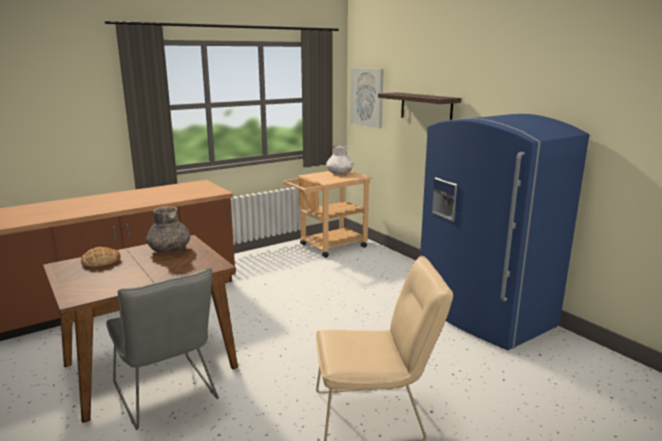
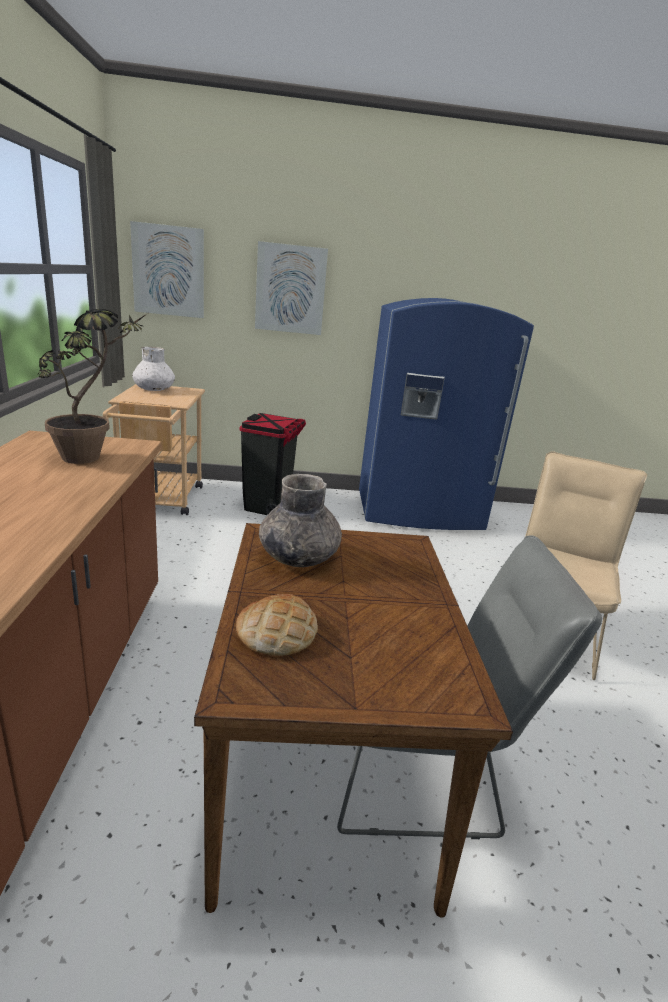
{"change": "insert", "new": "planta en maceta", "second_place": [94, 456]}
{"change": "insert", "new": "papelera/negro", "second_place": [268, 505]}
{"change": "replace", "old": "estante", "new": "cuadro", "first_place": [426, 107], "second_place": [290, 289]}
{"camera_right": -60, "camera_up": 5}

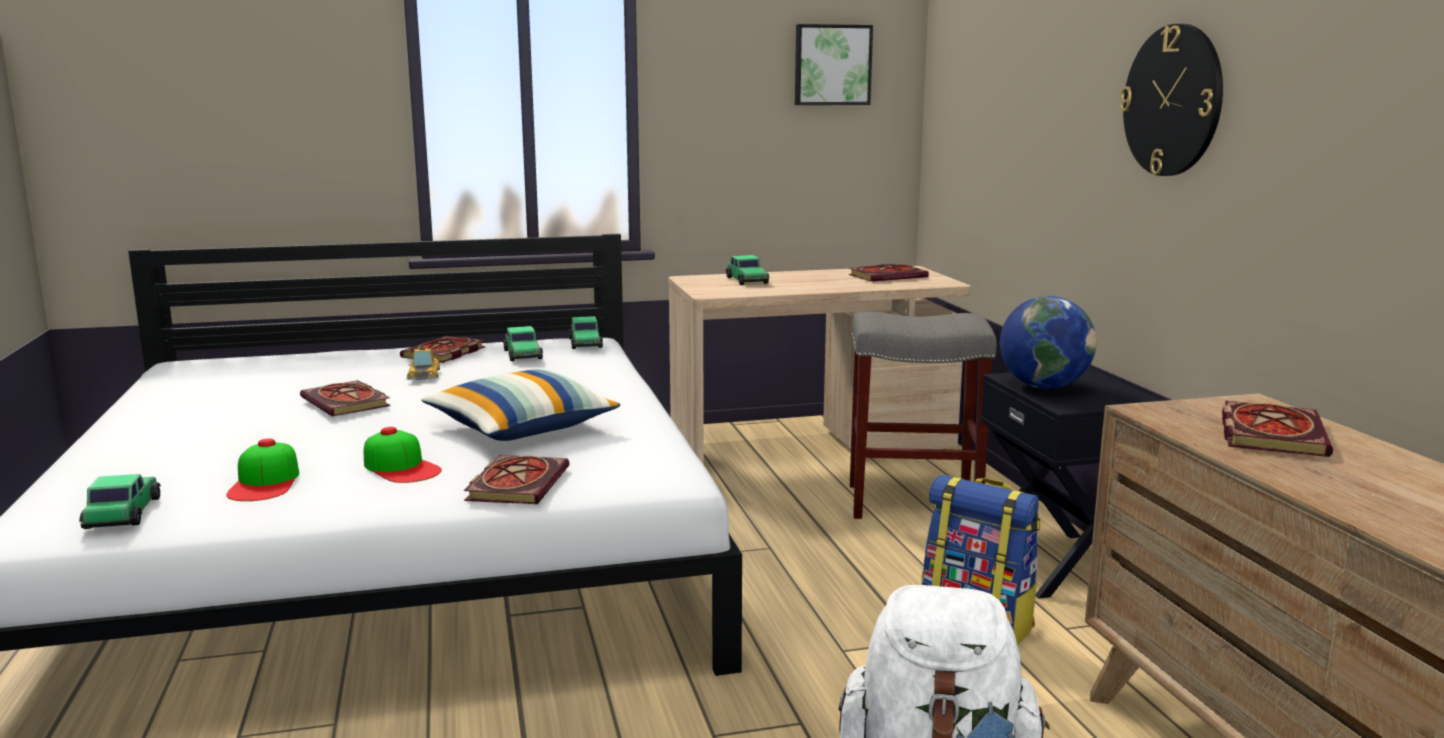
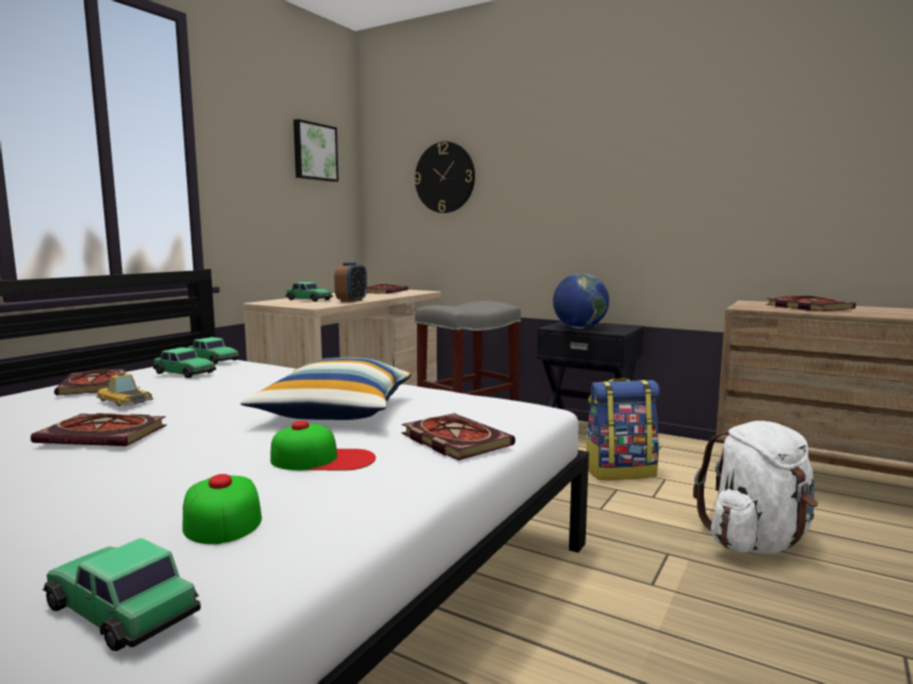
{"change": "insert", "new": "despertador", "second_place": [351, 301]}
{"change": "move", "old": "reloj de pared", "first_place": [1172, 101], "second_place": [445, 177]}
{"change": "rotate", "old": "gorra", "first_place": [265, 482], "second_place": [221, 513], "degrees": -150}
{"camera_right": -45, "camera_up": -5}

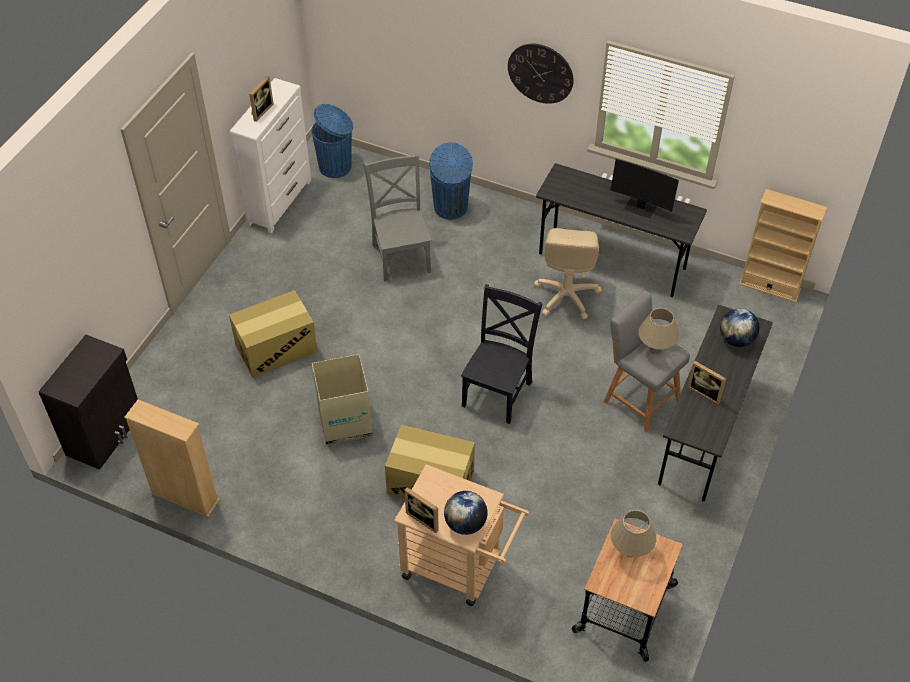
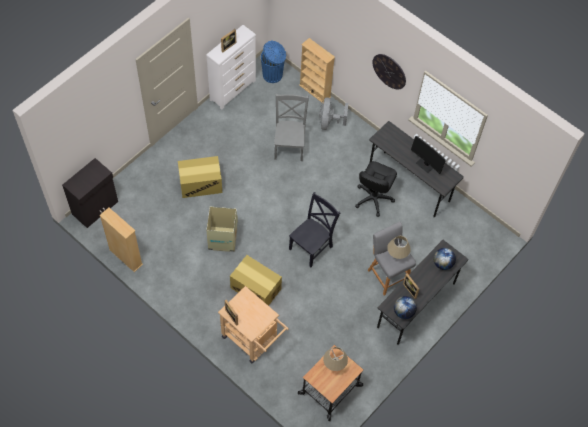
{"change": "move", "old": "globo terráqueo", "first_place": [465, 524], "second_place": [403, 312]}
{"change": "move", "old": "estantería/beis", "first_place": [769, 286], "second_place": [315, 91]}
{"change": "replace", "old": "papelera/azul", "new": "ventilador/gris", "first_place": [451, 208], "second_place": [329, 122]}
{"change": "recolor", "old": "silla de oficina/beis", "new": "silla de oficina/negro", "first_place": [566, 296], "second_place": [373, 198]}
{"camera_right": 15, "camera_up": 10}

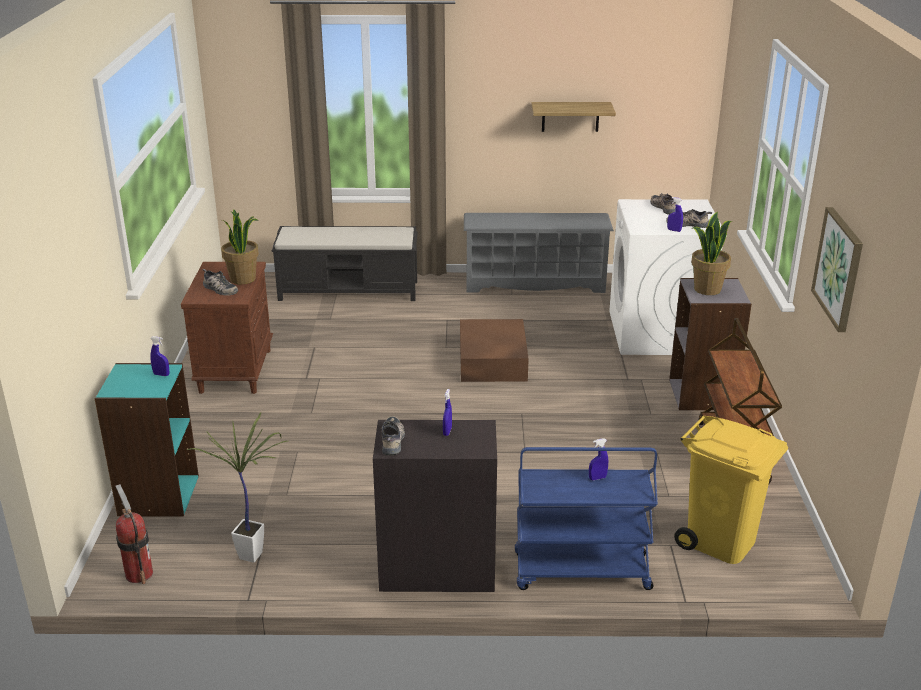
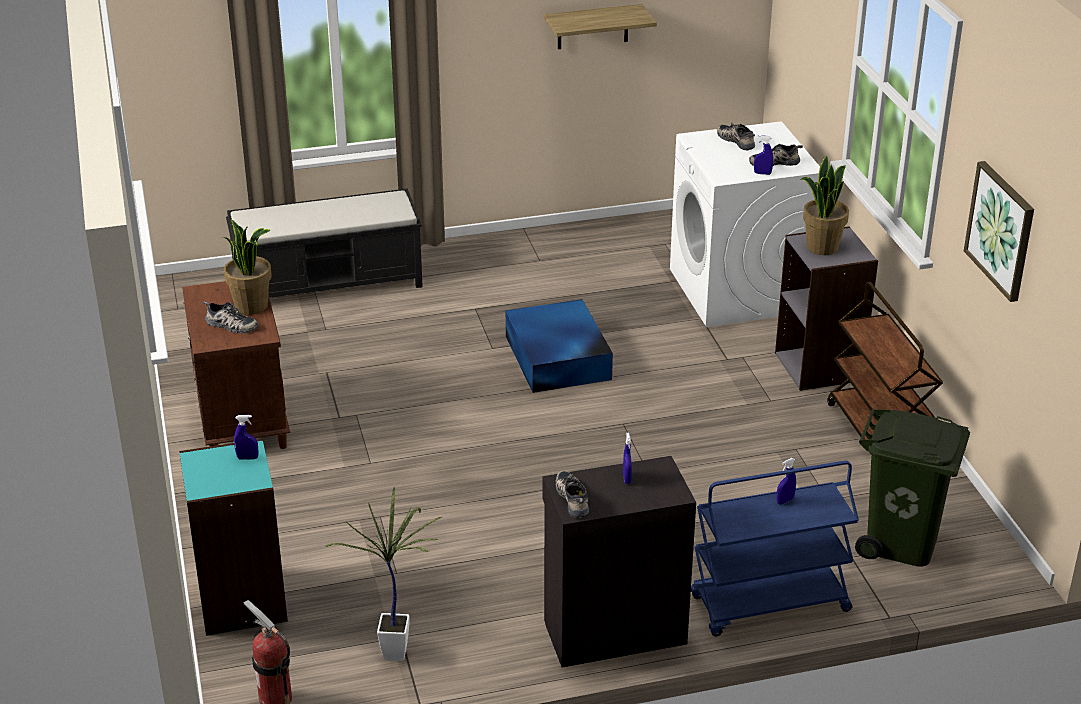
{"change": "delete", "old": "zapatero/gris", "first_place": [535, 283]}
{"change": "recolor", "old": "caja de almacenaje/marrón", "new": "caja de almacenaje/azul", "first_place": [492, 361], "second_place": [557, 359]}
{"change": "recolor", "old": "papelera/amarillo", "new": "papelera/verde", "first_place": [720, 542], "second_place": [901, 544]}
{"camera_right": -15, "camera_up": 5}

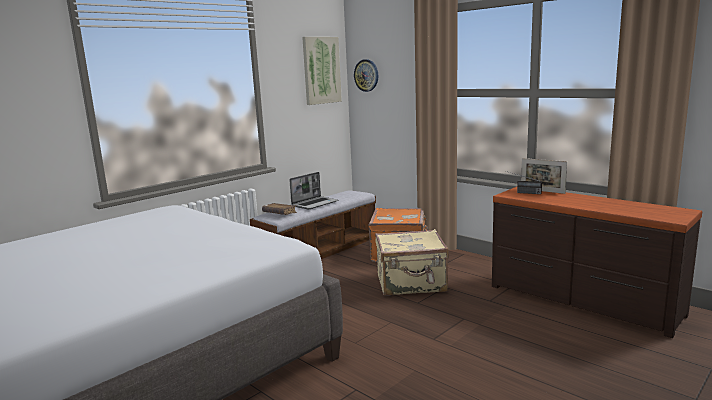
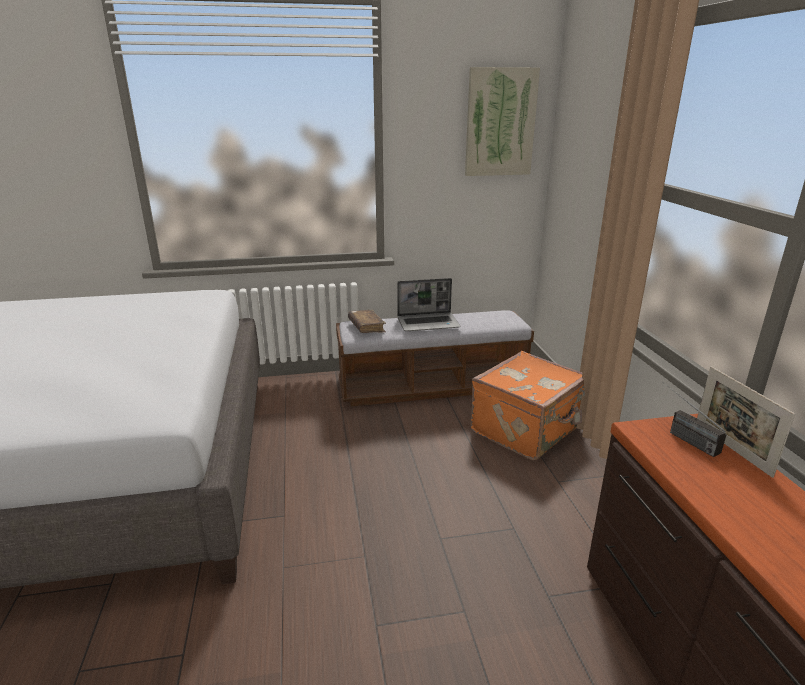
{"change": "delete", "old": "reloj de pared", "first_place": [366, 75]}
{"change": "delete", "old": "maleta/beis", "first_place": [411, 284]}
{"camera_right": 35, "camera_up": 10}

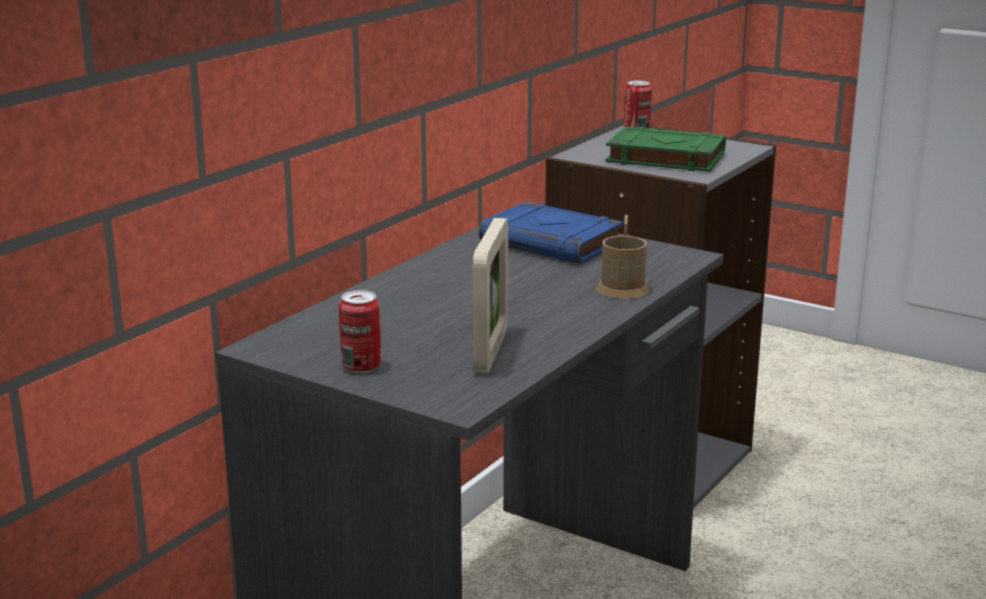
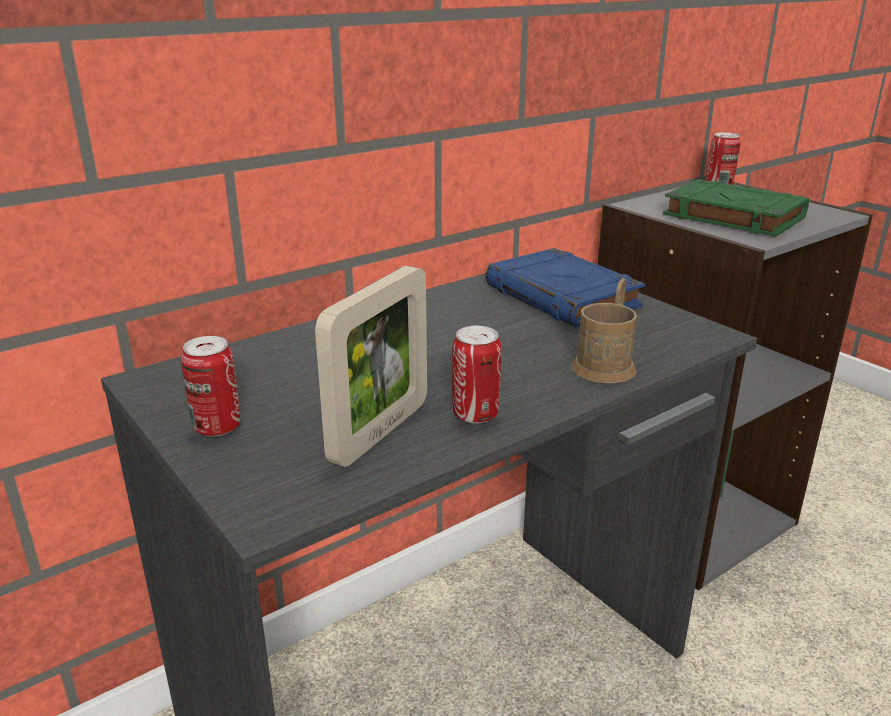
{"change": "insert", "new": "lata", "second_place": [475, 415]}
{"camera_right": 20, "camera_up": 5}

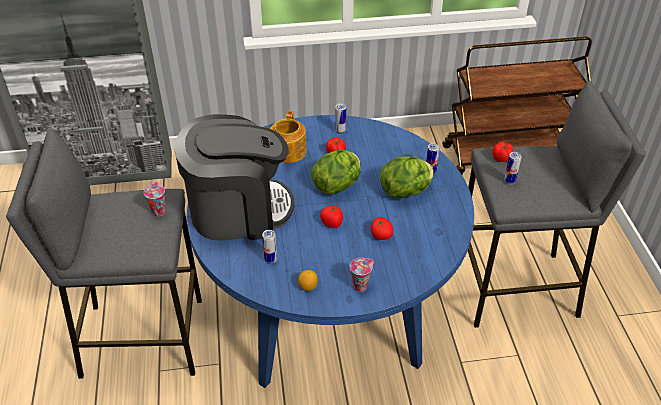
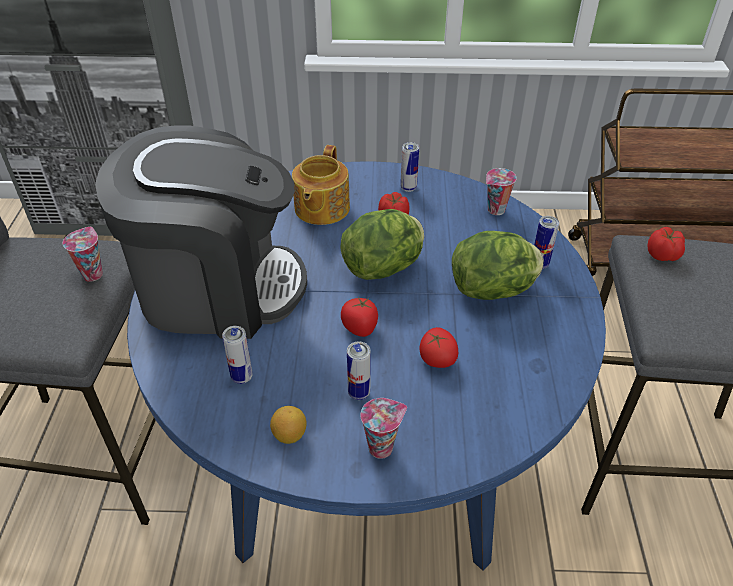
{"change": "insert", "new": "taza", "second_place": [495, 210]}
{"change": "move", "old": "lata", "first_place": [509, 181], "second_place": [359, 393]}
{"camera_right": 10, "camera_up": 0}

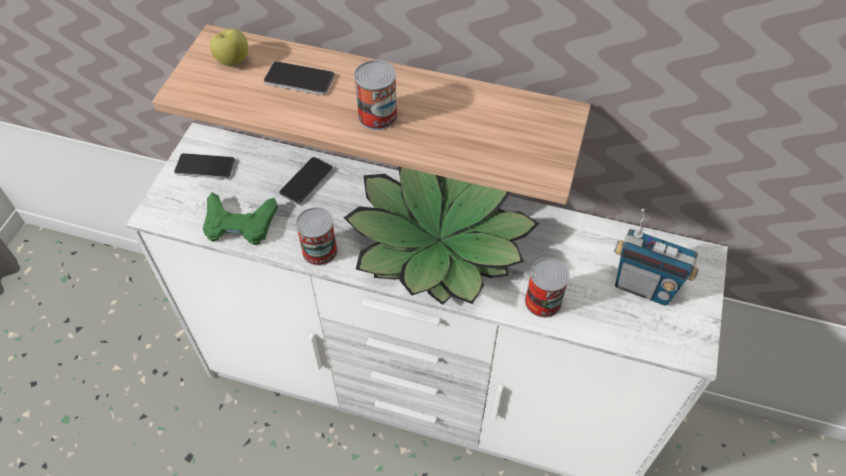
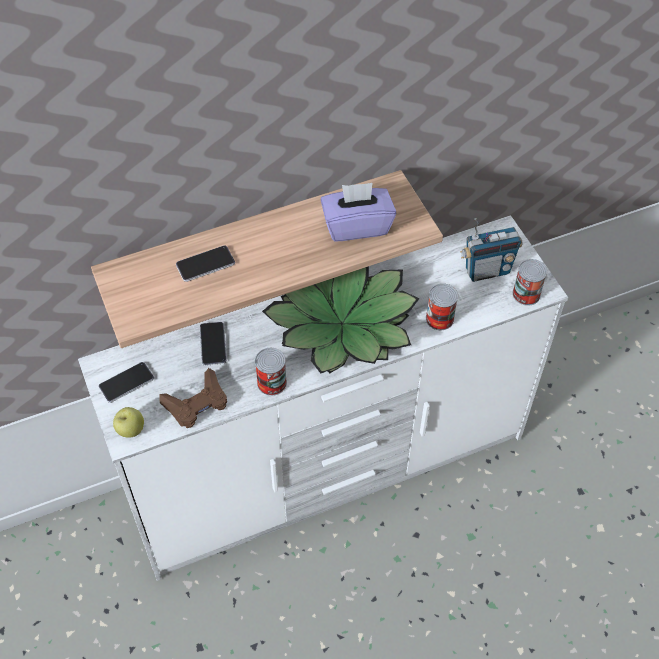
{"change": "insert", "new": "caja de pañuelos/morado", "second_place": [356, 226]}
{"change": "move", "old": "manzana", "first_place": [233, 61], "second_place": [130, 430]}
{"change": "move", "old": "lata", "first_place": [377, 115], "second_place": [526, 294]}
{"change": "recolor", "old": "mando de consola/verde", "new": "mando de consola/marrón", "first_place": [239, 224], "second_place": [196, 403]}
{"camera_right": -40, "camera_up": 0}

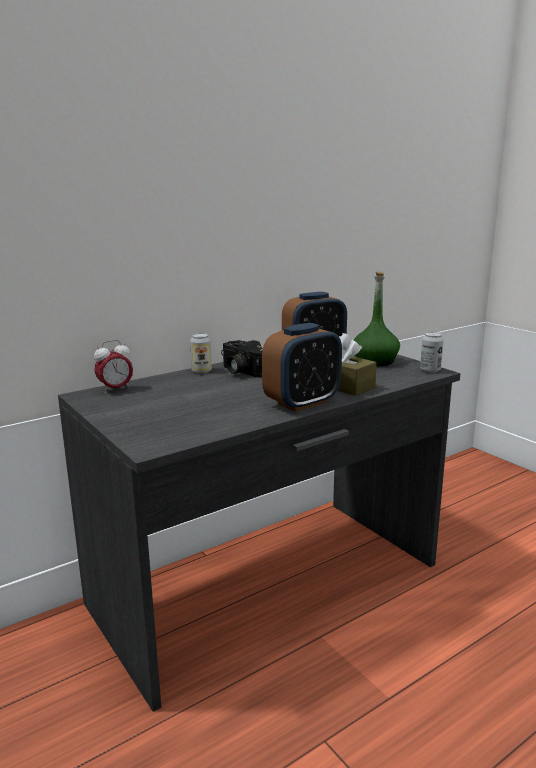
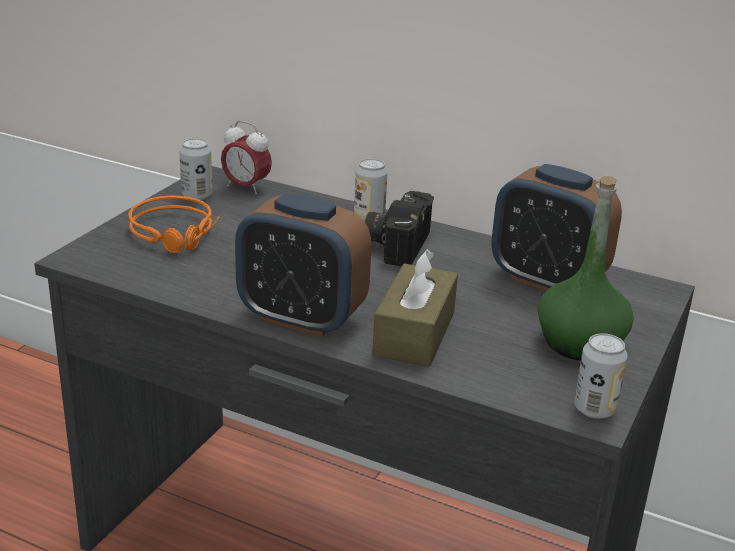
{"change": "insert", "new": "auriculares/naranja", "second_place": [176, 233]}
{"change": "insert", "new": "lata", "second_place": [197, 195]}
{"camera_right": 60, "camera_up": 10}

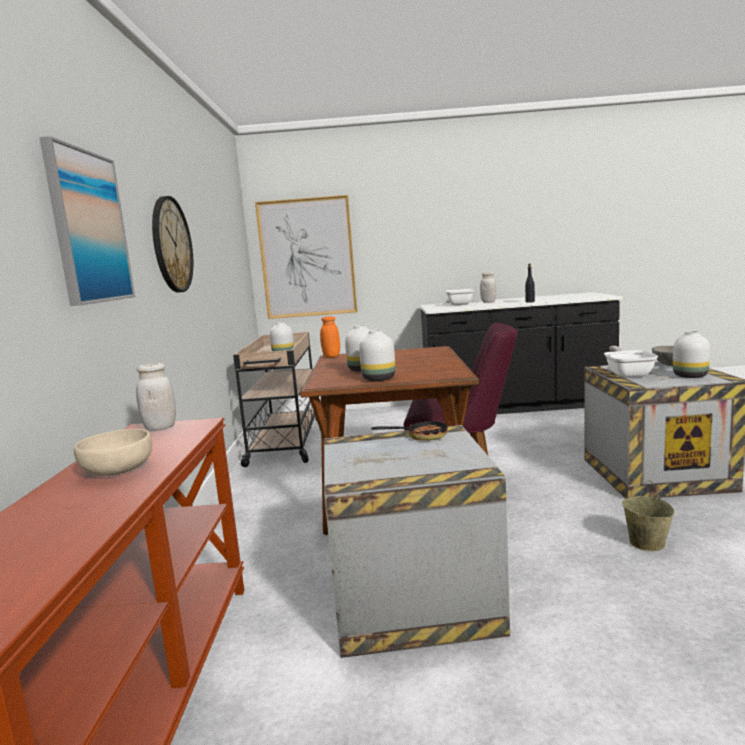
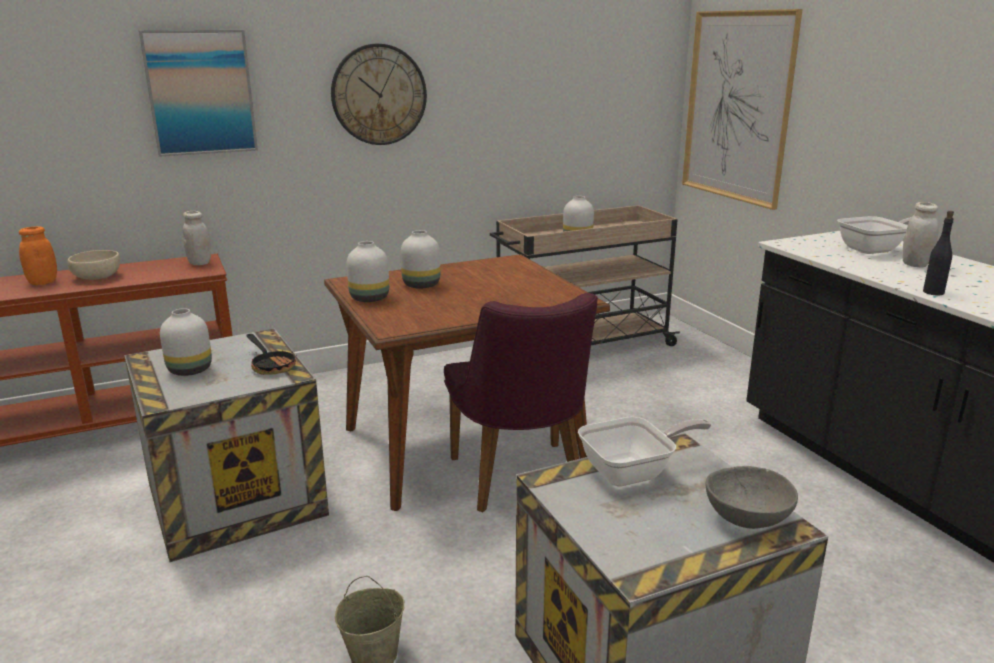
{"change": "move", "old": "tarro/naranja", "first_place": [331, 356], "second_place": [43, 282]}
{"change": "move", "old": "florero/blanco", "first_place": [690, 376], "second_place": [189, 370]}
{"camera_right": 65, "camera_up": 10}

